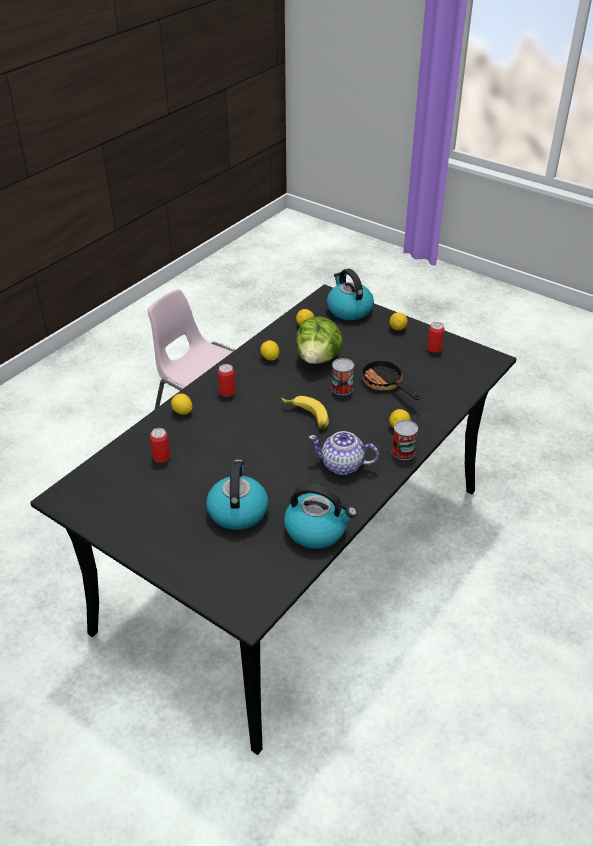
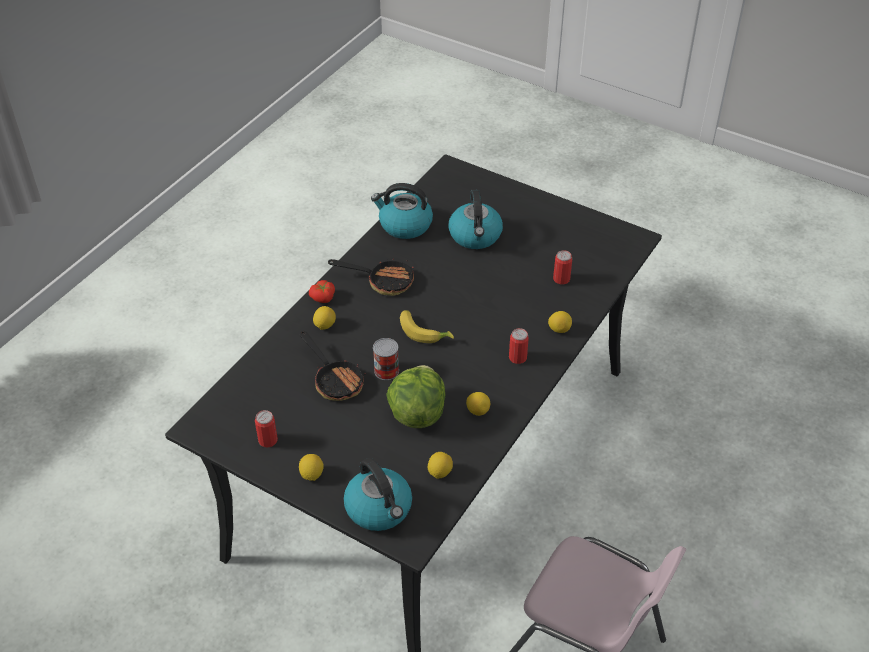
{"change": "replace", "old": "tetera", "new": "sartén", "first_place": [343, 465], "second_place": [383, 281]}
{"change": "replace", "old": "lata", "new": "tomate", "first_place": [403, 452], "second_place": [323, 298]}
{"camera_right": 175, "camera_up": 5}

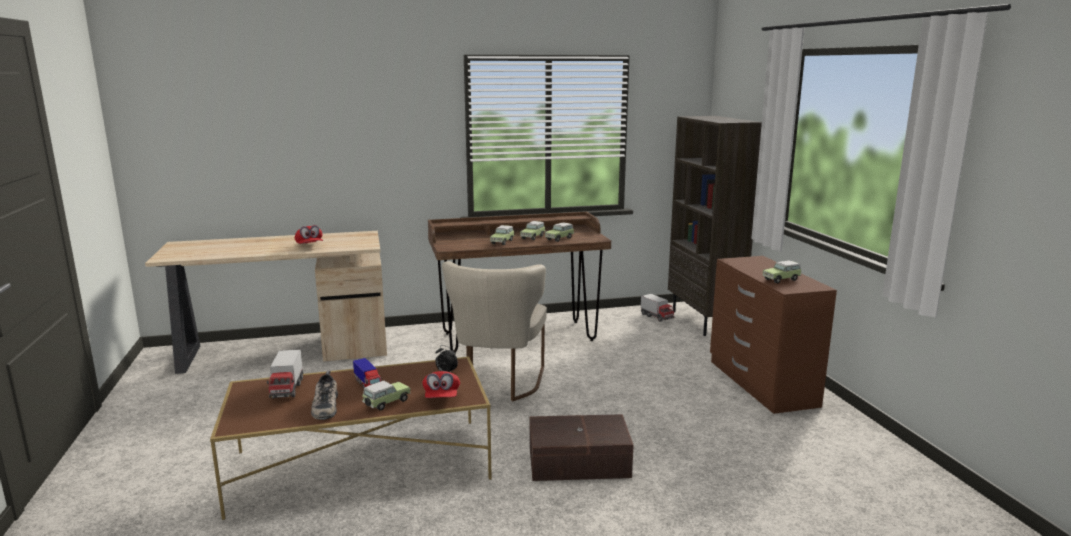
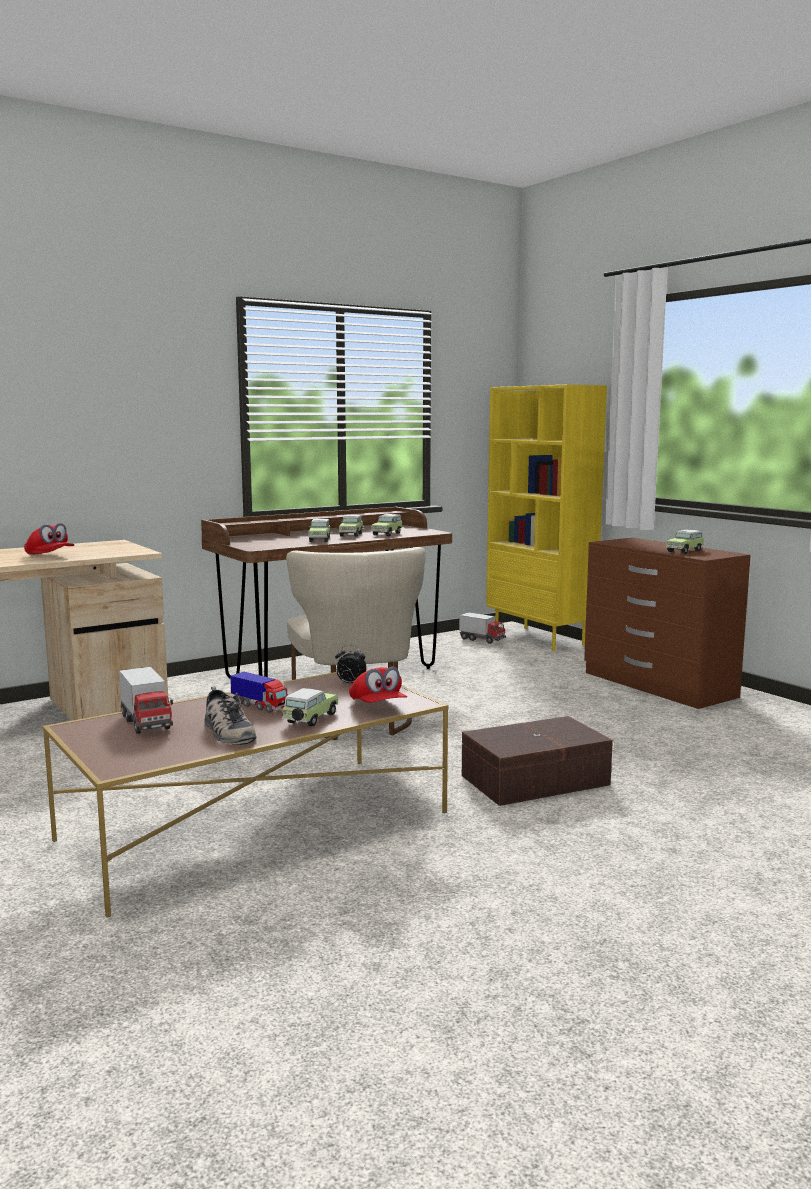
{"change": "recolor", "old": "estantería/marrón", "new": "estantería/amarillo", "first_place": [704, 322], "second_place": [540, 639]}
{"camera_right": -20, "camera_up": -5}

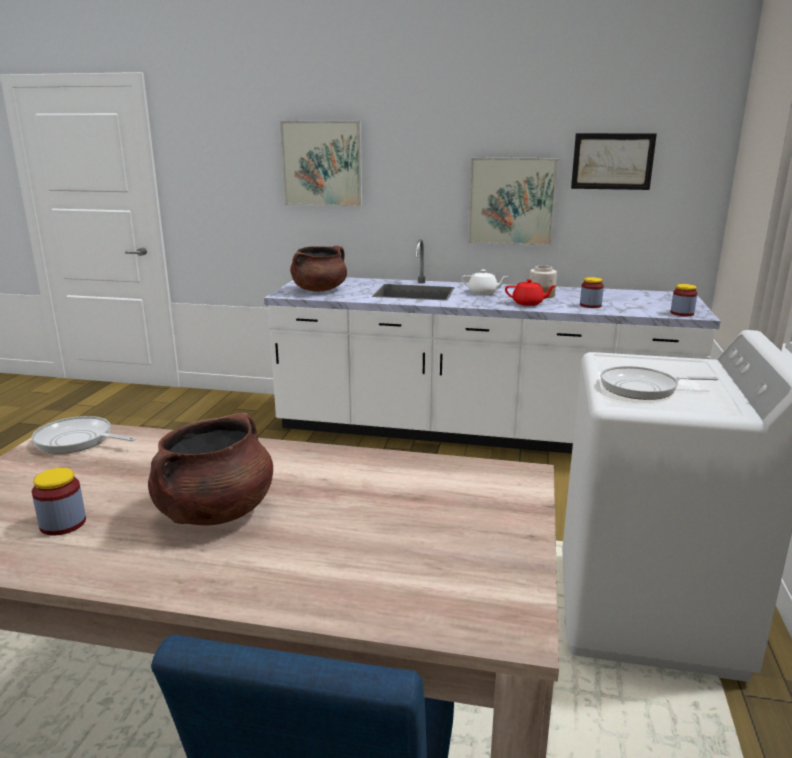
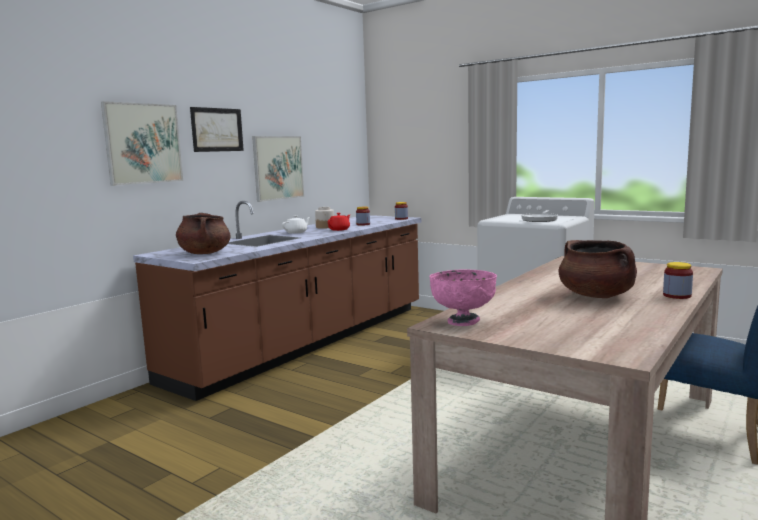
{"change": "move", "old": "tarro", "first_place": [63, 524], "second_place": [677, 295]}
{"change": "move", "old": "cuadro", "first_place": [612, 161], "second_place": [217, 129]}
{"change": "replace", "old": "sartén", "new": "cuenco/rosa", "first_place": [77, 440], "second_place": [463, 321]}
{"change": "recolor", "old": "mueble bajo de cocina/blanco", "new": "mueble bajo de cocina/marrón", "first_place": [476, 431], "second_place": [308, 341]}
{"camera_right": -65, "camera_up": -10}

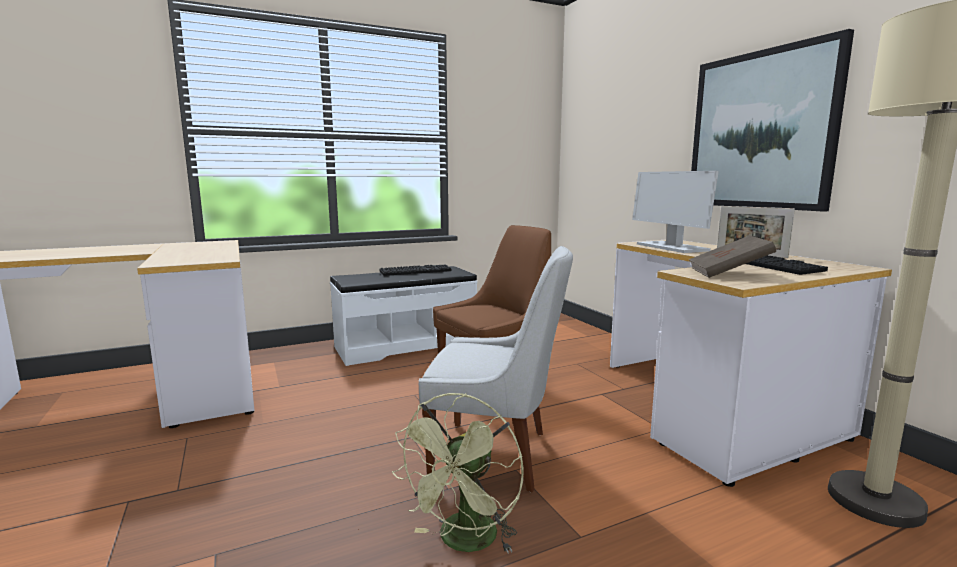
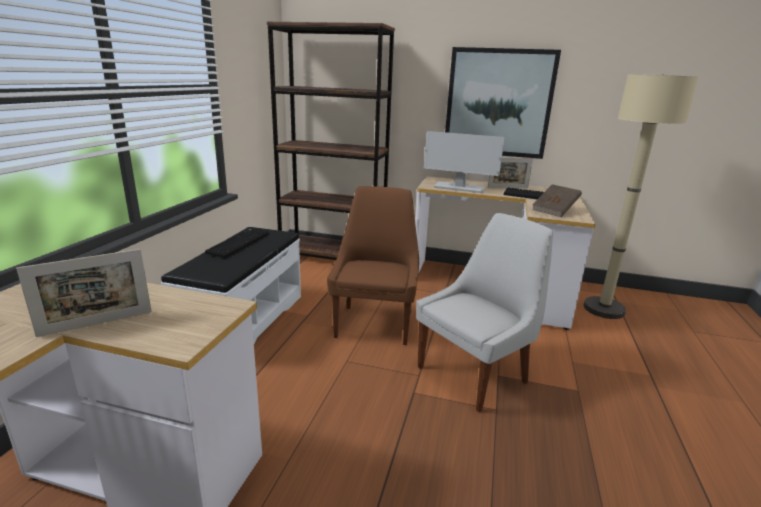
{"change": "delete", "old": "ventilador/verde", "first_place": [464, 542]}
{"change": "insert", "new": "portarretratos", "second_place": [97, 323]}
{"change": "insert", "new": "estantería/marrón", "second_place": [332, 257]}
{"camera_right": -50, "camera_up": 10}

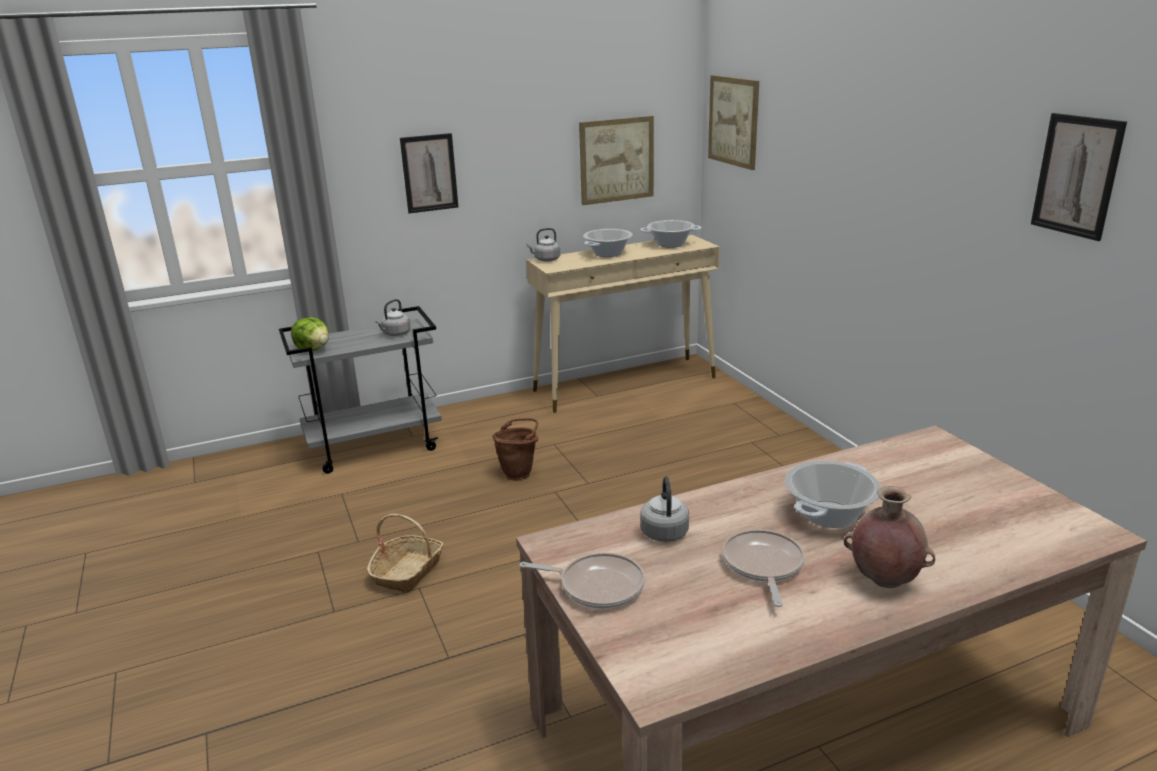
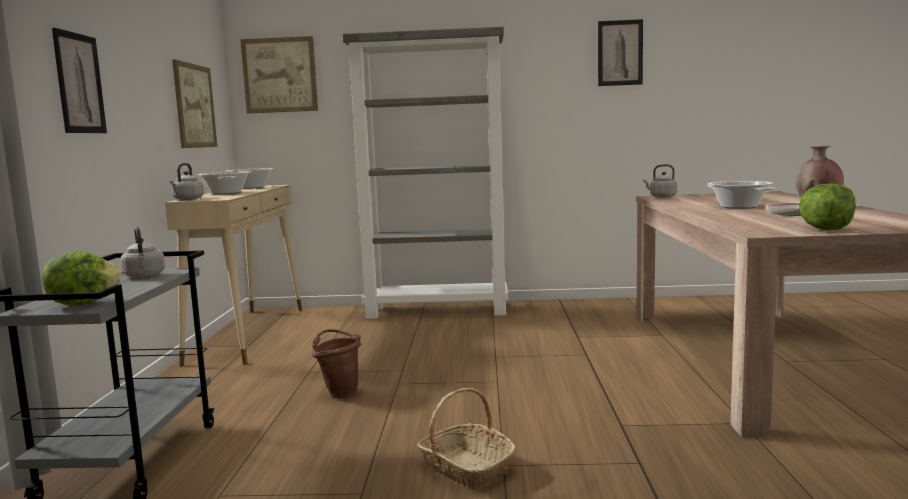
{"change": "insert", "new": "estantería/gris", "second_place": [438, 310]}
{"change": "move", "old": "hervidor/gris", "first_place": [664, 531], "second_place": [661, 197]}
{"change": "replace", "old": "sartén", "new": "lechuga", "first_place": [597, 586], "second_place": [826, 229]}
{"camera_right": -65, "camera_up": -15}

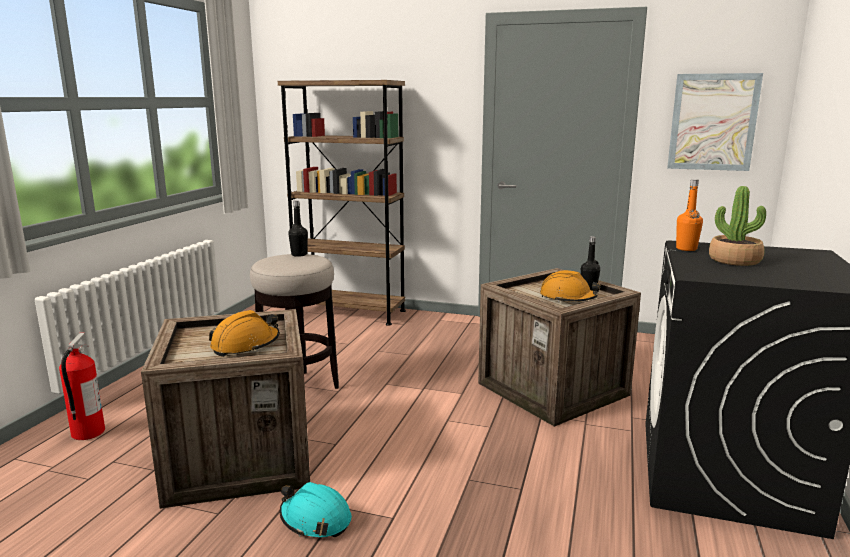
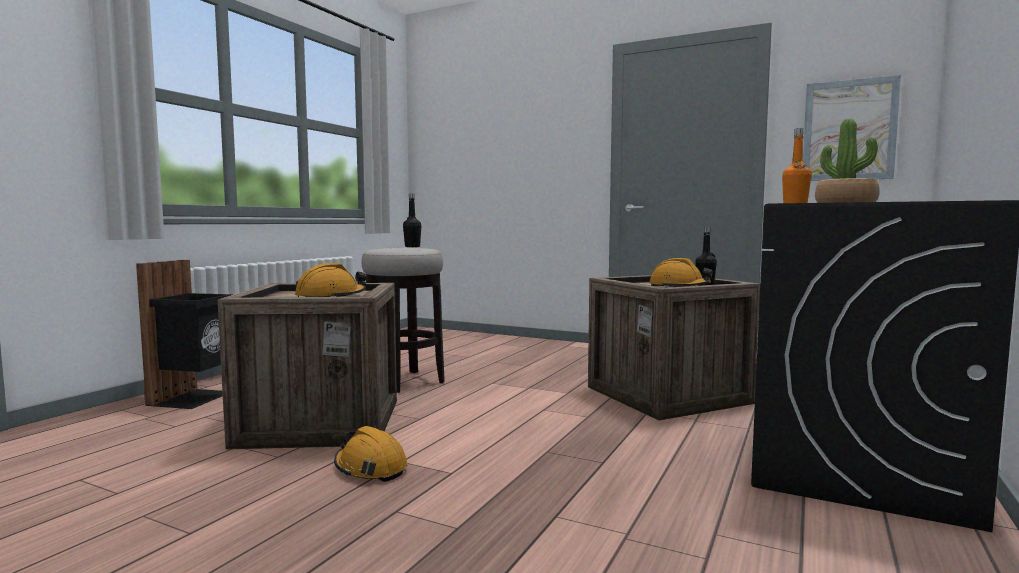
{"change": "delete", "old": "estantería/marrón", "first_place": [350, 312]}
{"change": "replace", "old": "extintor", "new": "papelera/negro", "first_place": [87, 433], "second_place": [194, 398]}
{"change": "recolor", "old": "casco/turquesa", "new": "casco/naranja", "first_place": [315, 520], "second_place": [370, 468]}
{"camera_right": 10, "camera_up": -10}

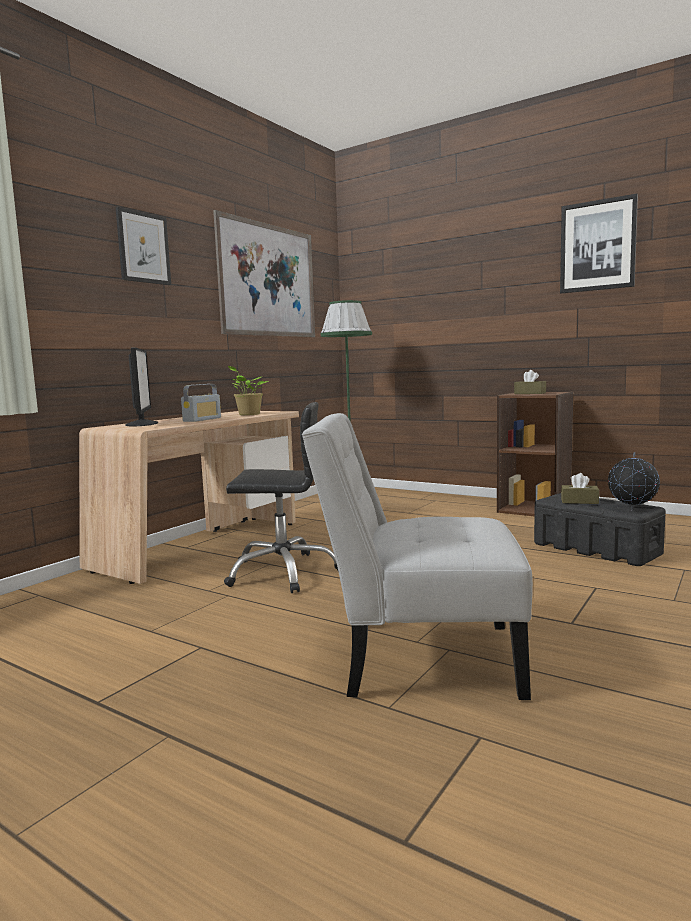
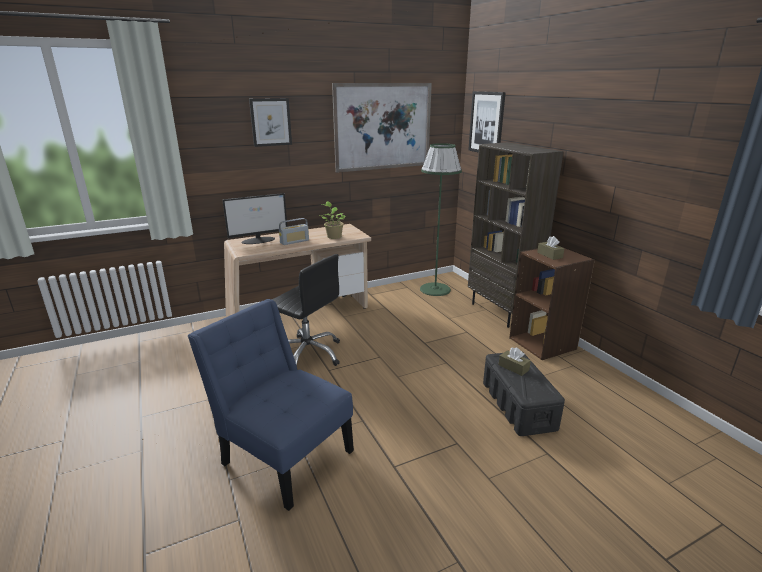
{"change": "delete", "old": "globo terráqueo", "first_place": [632, 510]}
{"change": "insert", "new": "estantería/marrón", "second_place": [501, 312]}
{"change": "move", "old": "cuadro", "first_place": [597, 246], "second_place": [486, 123]}
{"change": "recolor", "old": "silla/blanco", "new": "silla/azul", "first_place": [419, 658], "second_place": [283, 453]}
{"change": "rotate", "old": "monitor", "first_place": [142, 423], "second_place": [259, 240], "degrees": 45}
{"camera_right": 30, "camera_up": 15}

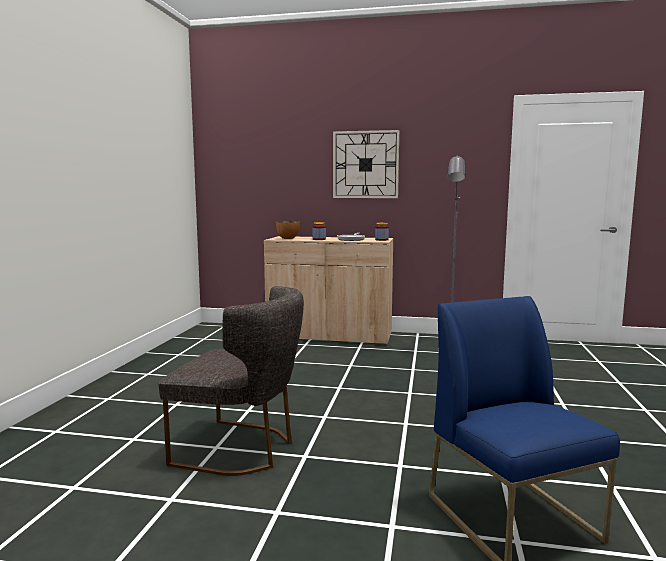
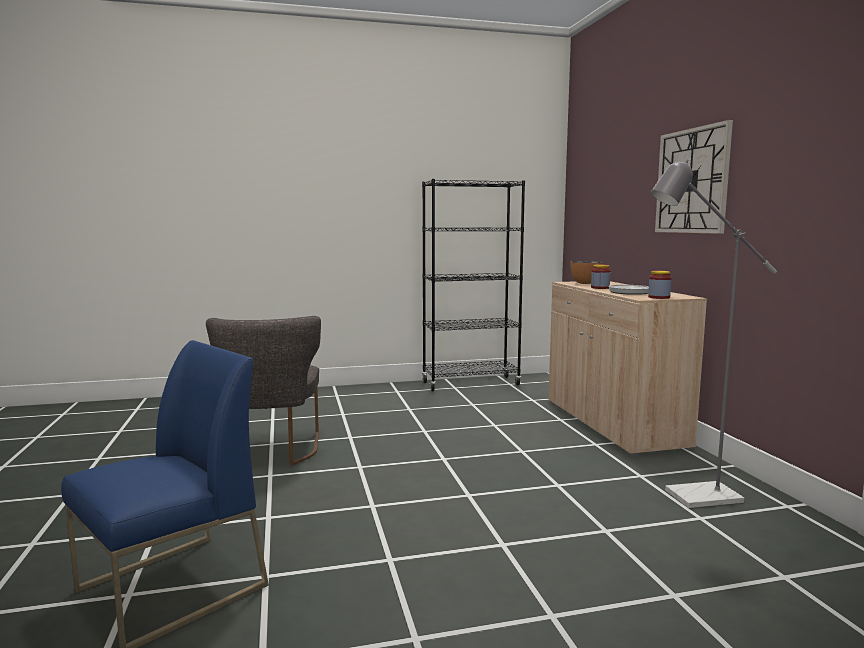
{"change": "insert", "new": "estantería/negro", "second_place": [471, 384]}
{"camera_right": 65, "camera_up": 0}

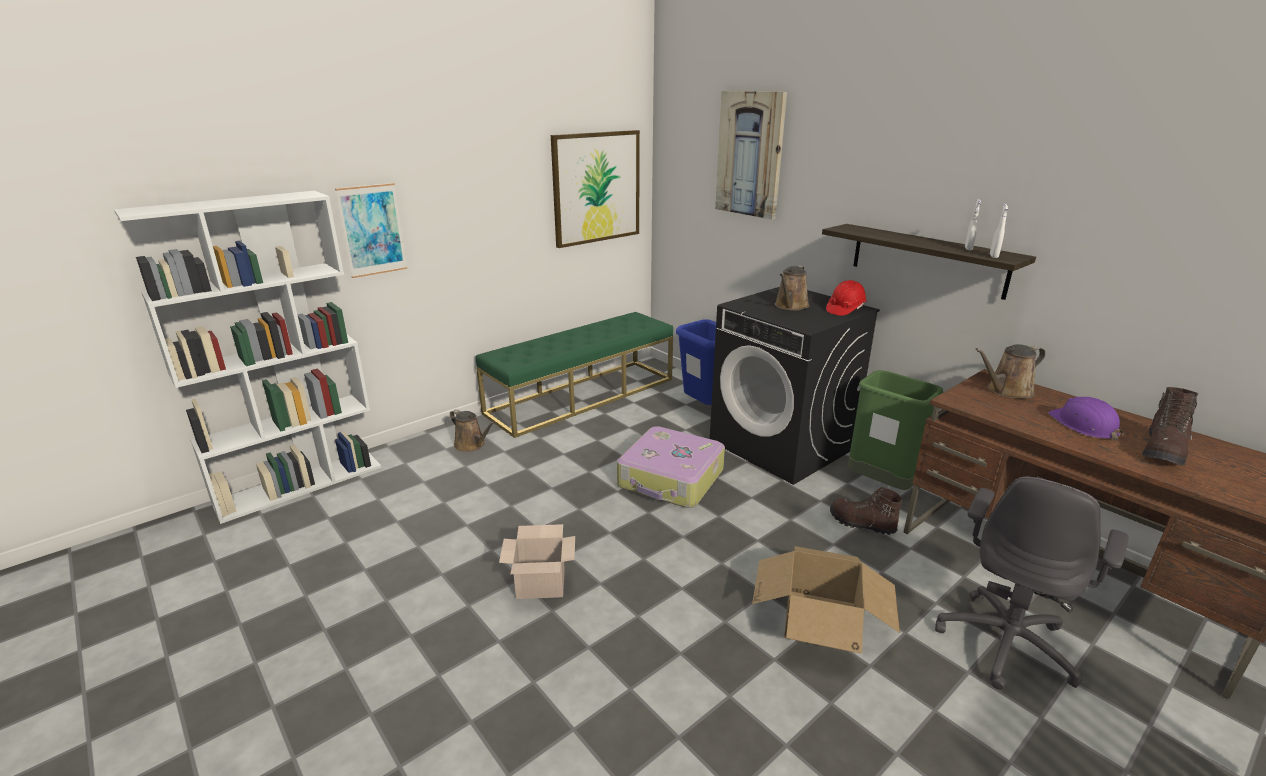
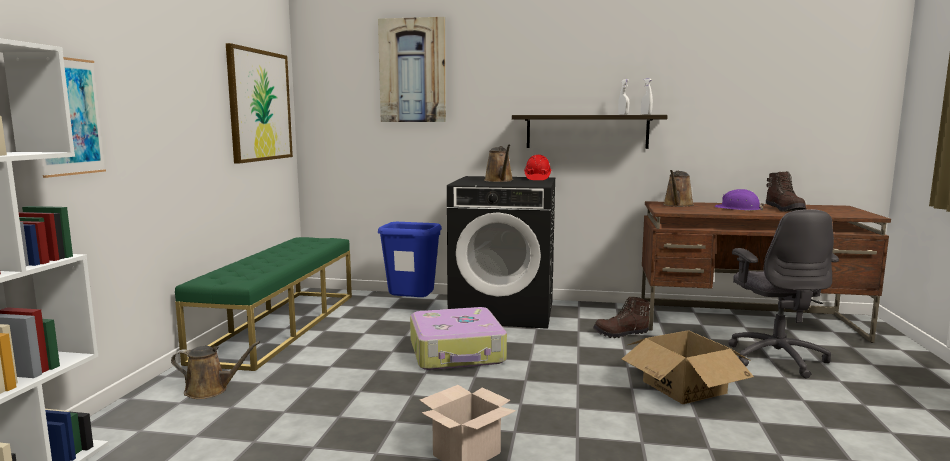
{"change": "delete", "old": "papelera/verde", "first_place": [882, 485]}
{"camera_right": -40, "camera_up": -15}

